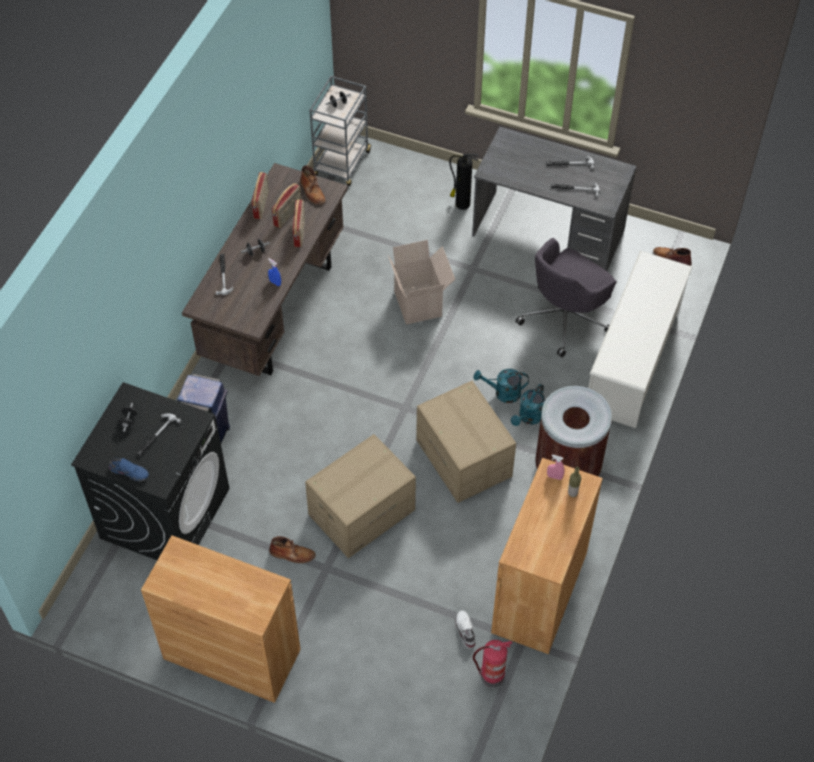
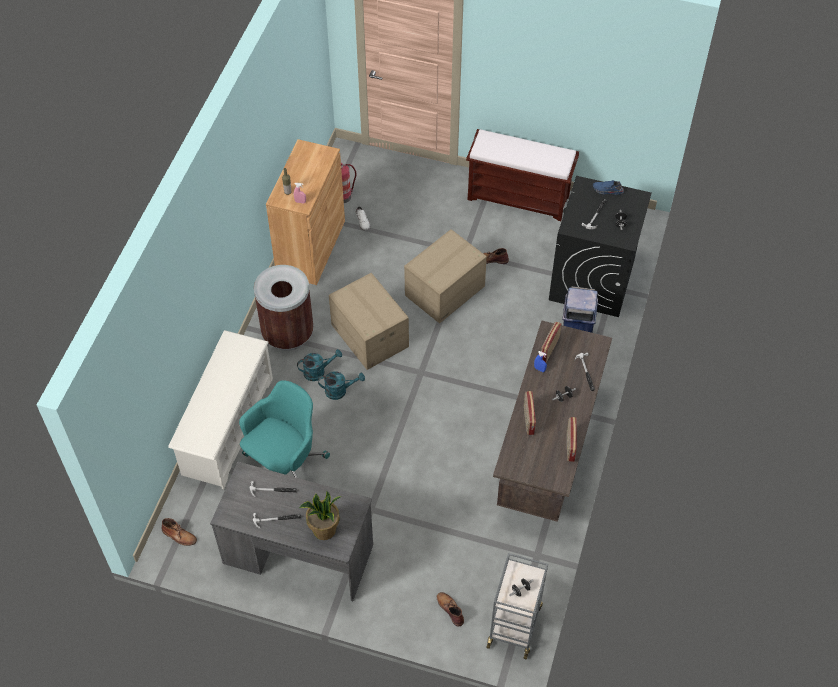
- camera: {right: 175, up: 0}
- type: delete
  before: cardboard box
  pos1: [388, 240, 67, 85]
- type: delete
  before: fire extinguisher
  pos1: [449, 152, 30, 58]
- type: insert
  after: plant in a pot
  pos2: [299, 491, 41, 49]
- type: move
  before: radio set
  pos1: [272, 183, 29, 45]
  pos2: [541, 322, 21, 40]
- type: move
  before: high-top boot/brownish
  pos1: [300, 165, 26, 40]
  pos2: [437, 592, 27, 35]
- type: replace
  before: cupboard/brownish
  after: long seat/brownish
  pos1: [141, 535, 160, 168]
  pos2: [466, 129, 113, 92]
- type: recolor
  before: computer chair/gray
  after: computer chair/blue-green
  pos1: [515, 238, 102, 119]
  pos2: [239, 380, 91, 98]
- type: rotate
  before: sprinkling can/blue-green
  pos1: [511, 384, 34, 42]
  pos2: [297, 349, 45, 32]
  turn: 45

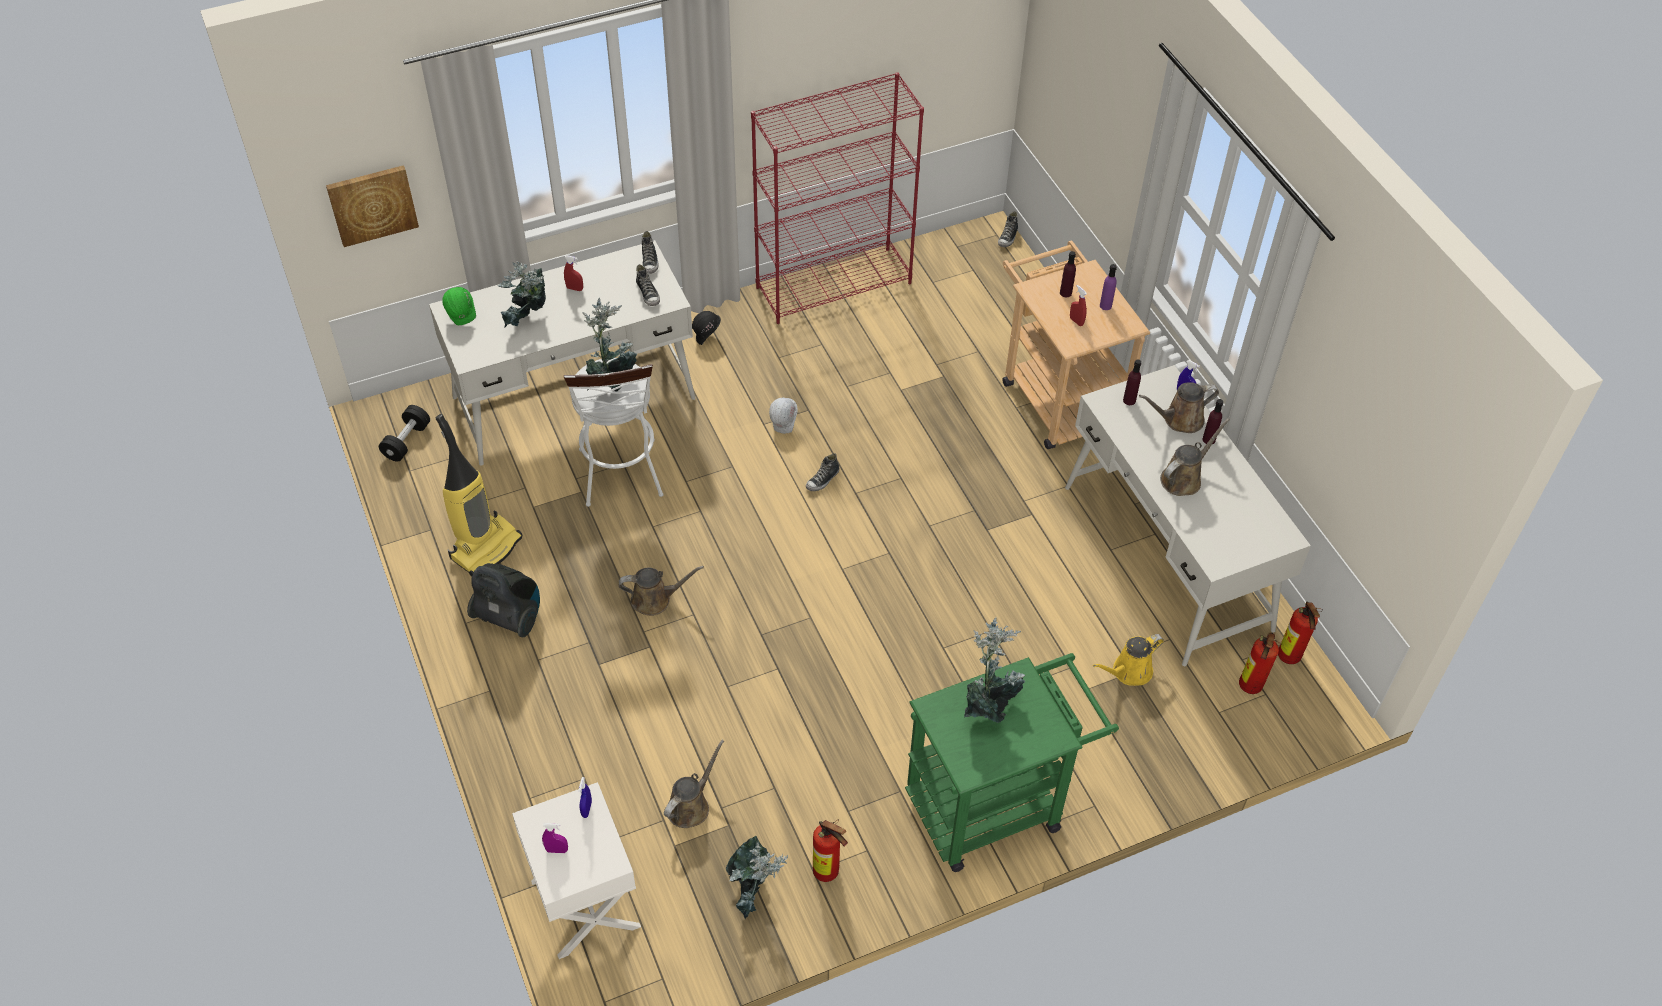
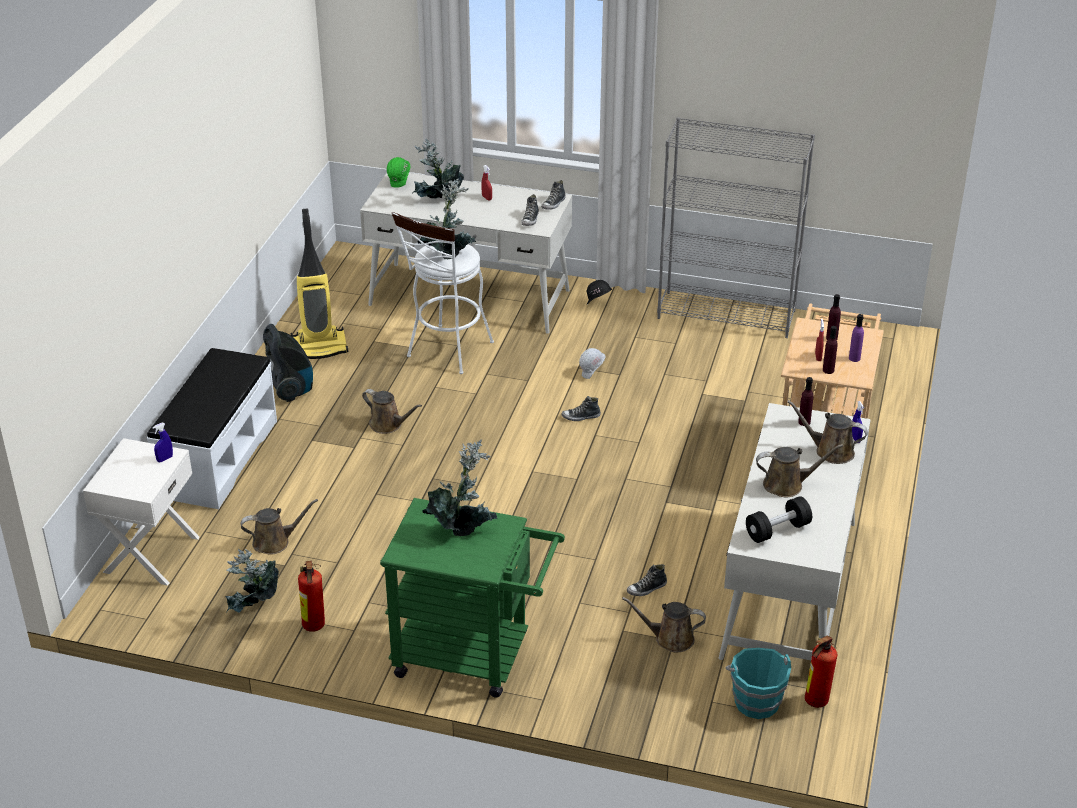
- camera: {right: 40, up: -15}
- type: delete
  before: picture
  pos1: [326, 165, 93, 82]
- type: delete
  before: spray bottle/purple-coloured
  pos1: [542, 823, 26, 30]
- type: insert
  after: long seat/whitish
  pos2: [147, 348, 130, 161]
- type: move
  before: free weight/black
  pos1: [379, 405, 51, 57]
  pos2: [746, 496, 66, 47]
- type: move
  before: shoe
  pos1: [998, 211, 20, 36]
  pos2: [627, 564, 40, 32]
- type: move
  before: beverage bottle/purple-coloured
  pos1: [1203, 399, 20, 45]
  pos2: [823, 326, 15, 48]
- type: replace
  before: fire extinguisher
  after: pail/blue-green
  pos1: [1239, 632, 43, 62]
  pos2: [726, 648, 65, 71]
- type: recolor
  before: shelving unit/red-coloured
  after: shelving unit/gray
  pos1: [751, 72, 173, 252]
  pos2: [657, 117, 158, 221]
- type: recolor
  before: sprinkling can/yellowish
  after: sprinkling can/brownish
  pos1: [1093, 634, 71, 52]
  pos2: [622, 597, 84, 55]

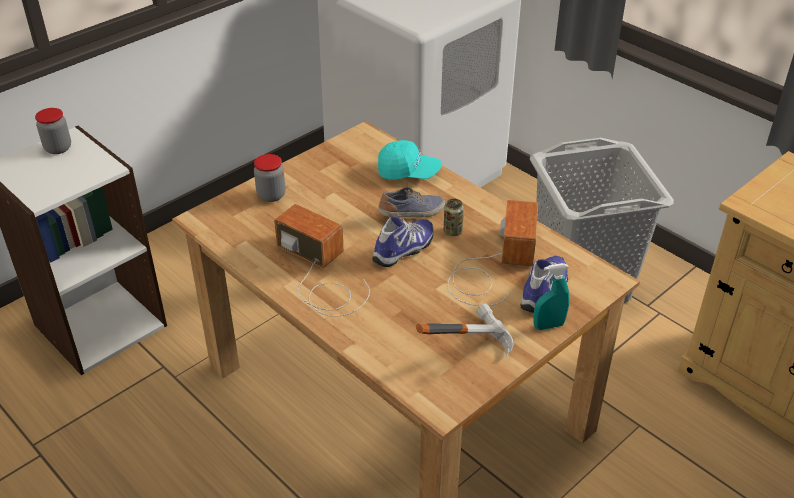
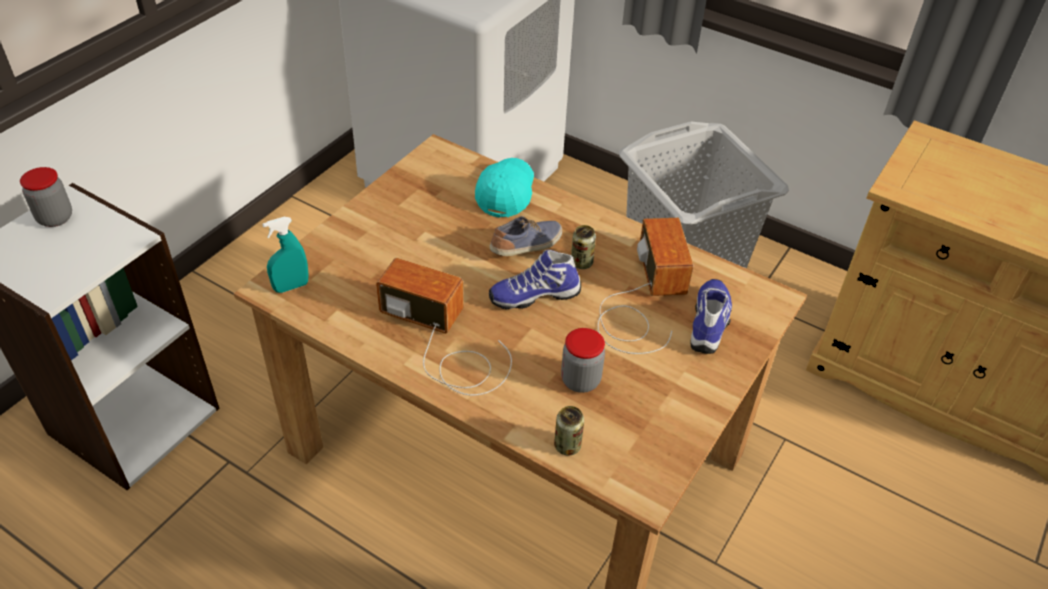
- camera: {right: -15, up: 5}
- type: delete
  before: hammer
  pos1: [416, 303, 98, 54]
- type: insert
  after: metal can
  pos2: [554, 406, 30, 50]
- type: move
  before: jar
  pos1: [254, 154, 31, 48]
  pos2: [561, 328, 44, 65]
- type: move
  before: spray bottle/blue-green
  pos1: [533, 263, 37, 67]
  pos2: [262, 217, 47, 76]
- type: rotate
  before: shoe
  pos1: [372, 217, 61, 50]
  pos2: [489, 250, 92, 59]
  turn: -135
- type: rotate
  before: peaked cap/blue-green
  pos1: [378, 140, 64, 39]
  pos2: [475, 158, 59, 60]
  turn: -75

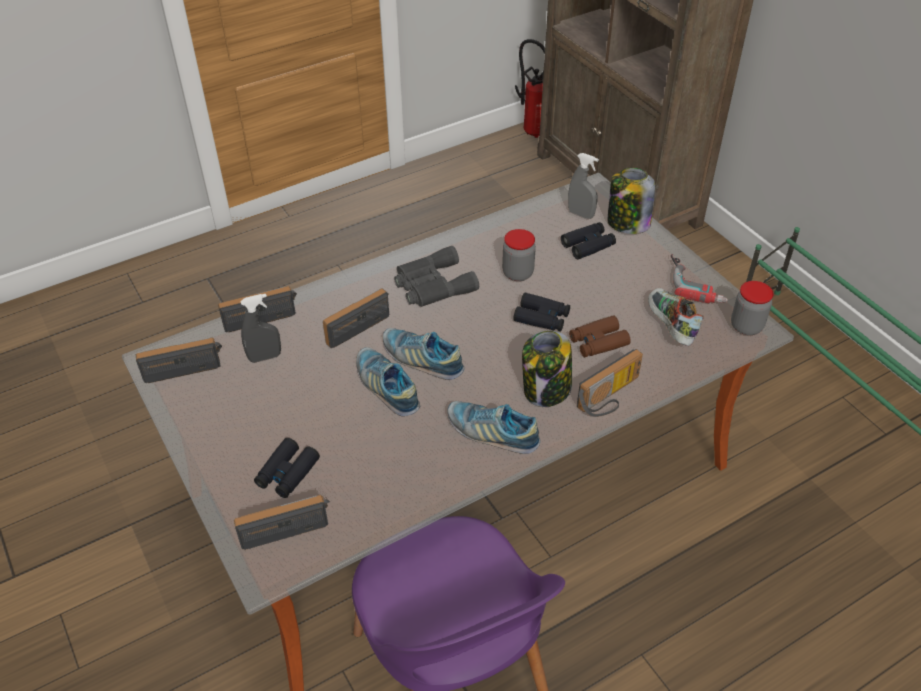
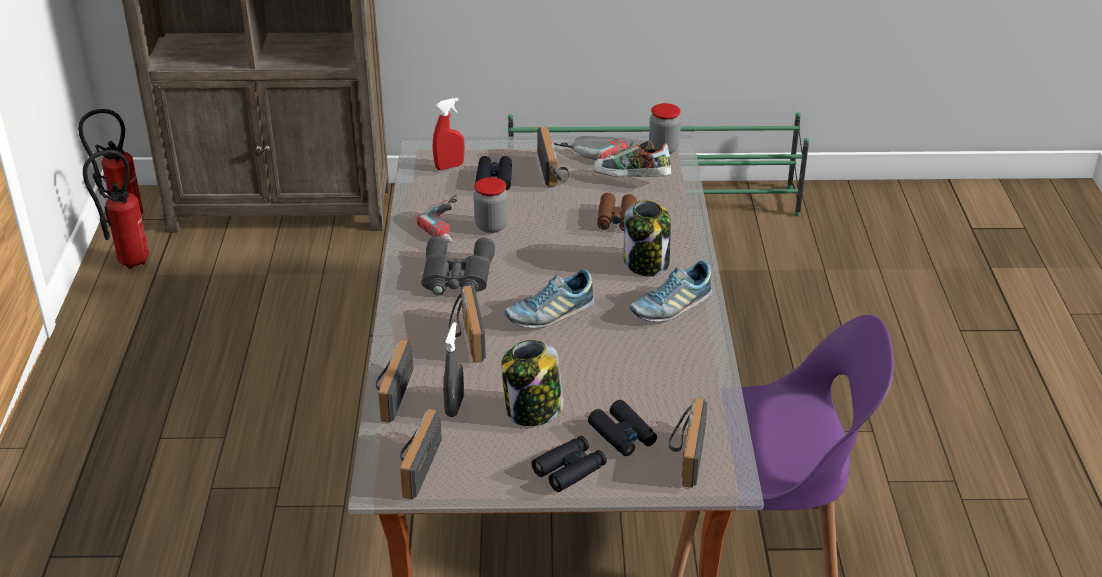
- camera: {right: -60, up: -10}
- type: delete
  before: shoe
  pos1: [356, 347, 64, 69]
- type: insert
  after: fire extinguisher
  pos2: [83, 150, 66, 119]
- type: insert
  after: power drill
  pos2: [416, 195, 41, 48]
- type: move
  before: pair of binoculars/black
  pos1: [513, 292, 57, 40]
  pos2: [531, 436, 76, 56]
- type: move
  before: radio set
  pos1: [577, 349, 66, 68]
  pos2: [537, 127, 32, 60]
- type: move
  before: jar
  pos1: [607, 168, 48, 66]
  pos2: [501, 340, 63, 86]
- type: recolor
  before: spray bottle/gray
  after: spray bottle/red-coloured
  pos1: [568, 153, 31, 66]
  pos2: [433, 98, 32, 72]

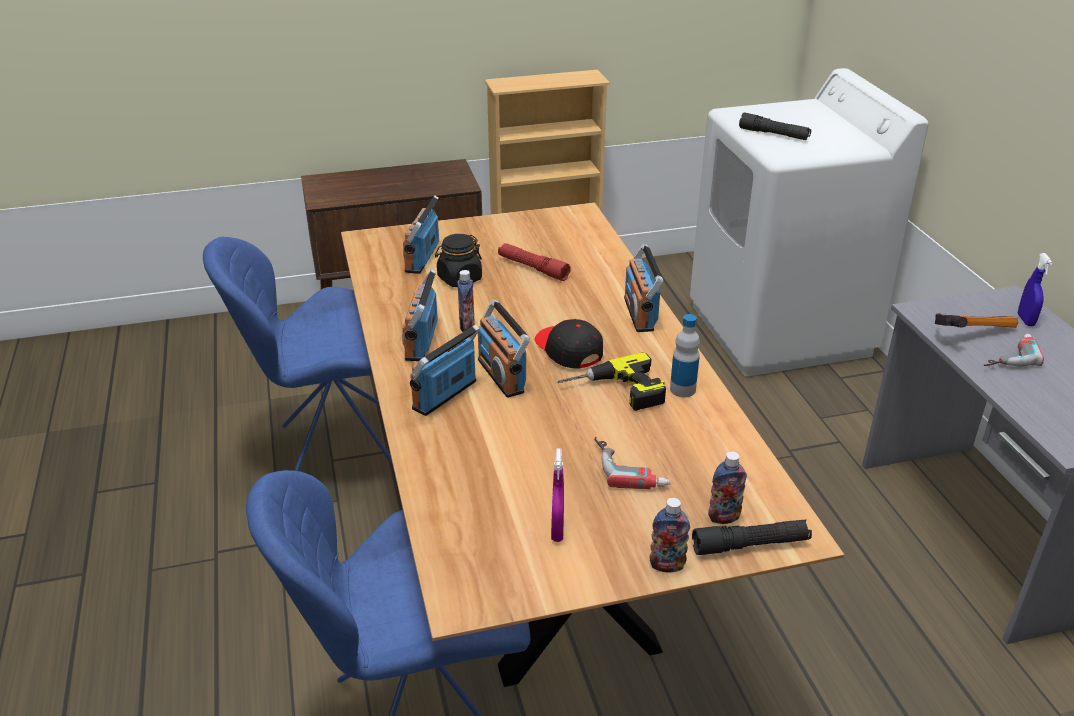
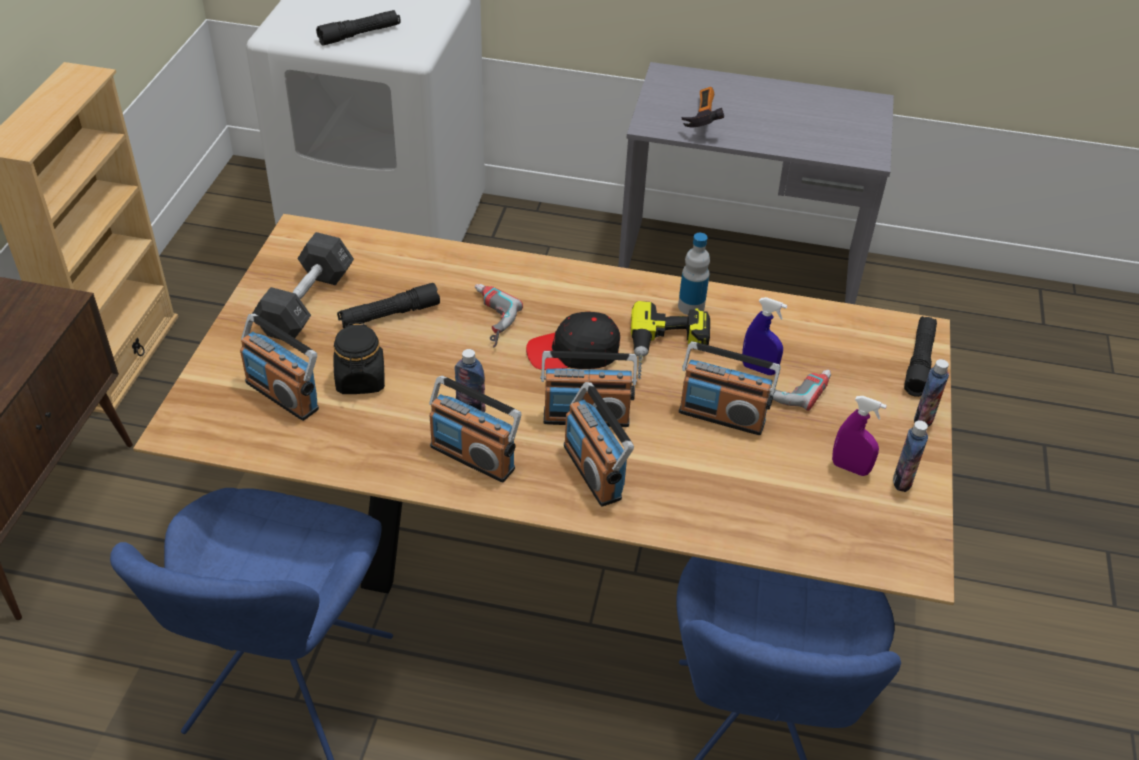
- camera: {right: -65, up: 10}
- type: insert
  after: free weight/black
  pos2: [252, 232, 102, 108]
- type: move
  before: radio set
  pos1: [624, 244, 39, 88]
  pos2: [679, 341, 102, 94]
- type: move
  before: beverage bottle
  pos1: [708, 451, 39, 73]
  pos2: [893, 420, 35, 72]
- type: move
  before: power drill
  pos1: [984, 334, 60, 33]
  pos2: [475, 284, 48, 64]
- type: move
  before: spray bottle/blue
  pos1: [1018, 253, 34, 73]
  pos2: [742, 297, 45, 78]
- type: recolor
  before: torch/red-coloured
  after: torch/black
  pos1: [498, 243, 73, 38]
  pos2: [337, 283, 103, 45]

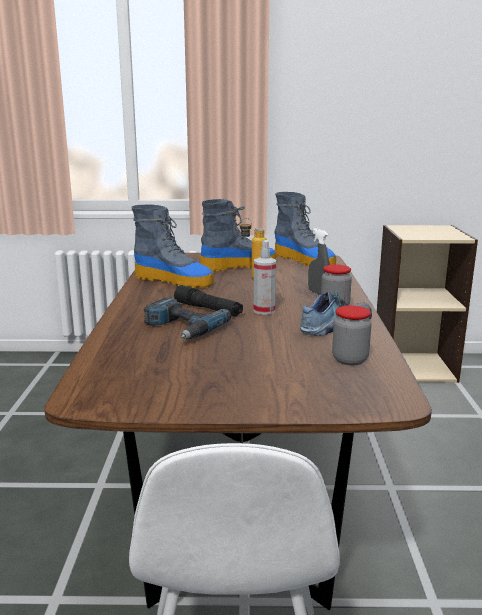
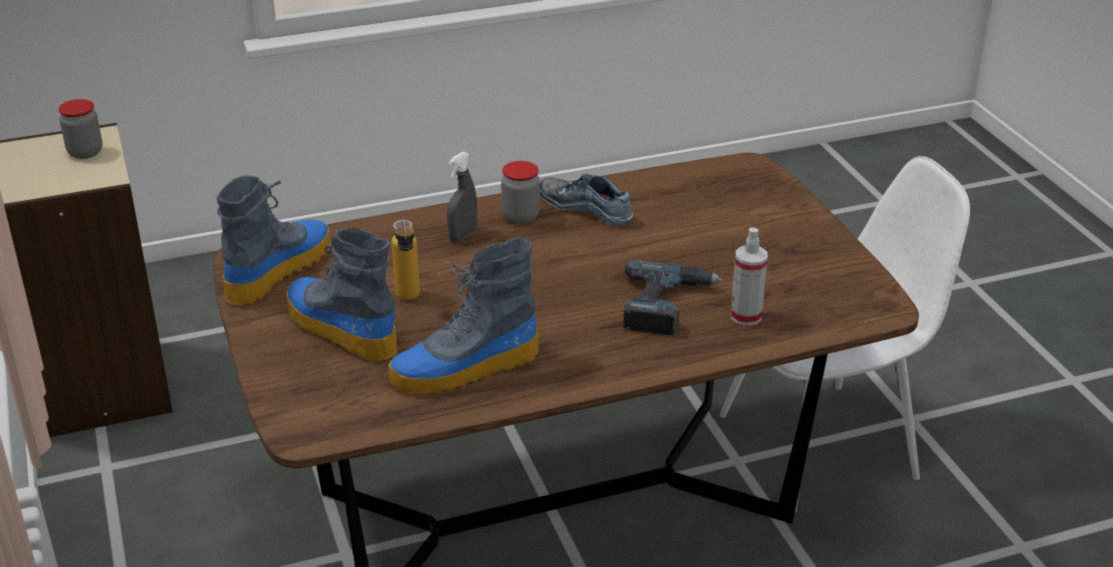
- camera: {right: -110, up: 15}
- type: delete
  before: torch/black
  pos1: [174, 285, 69, 31]
- type: move
  before: spray bottle
  pos1: [254, 240, 22, 75]
  pos2: [731, 228, 37, 98]
- type: move
  before: jar
  pos1: [332, 305, 39, 60]
  pos2: [59, 99, 43, 60]
- type: rotate
  before: high-top boot
  pos1: [132, 204, 82, 84]
  pos2: [388, 237, 151, 158]
  turn: -120

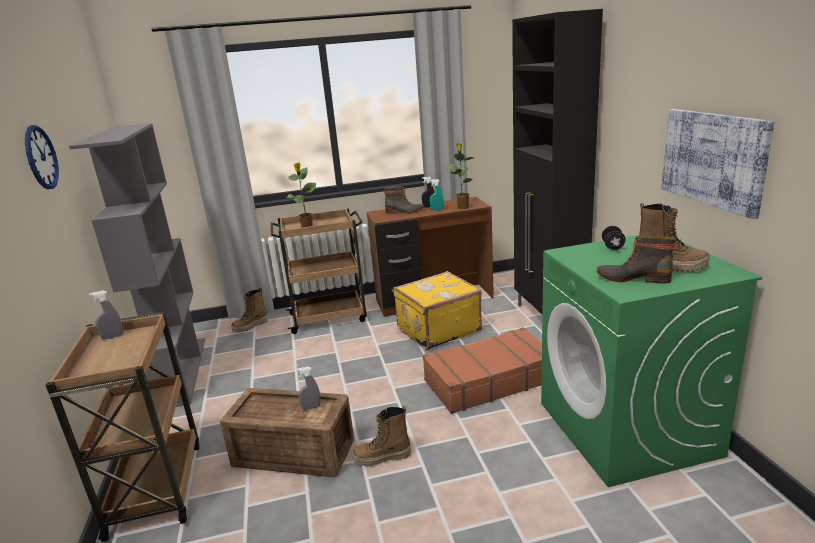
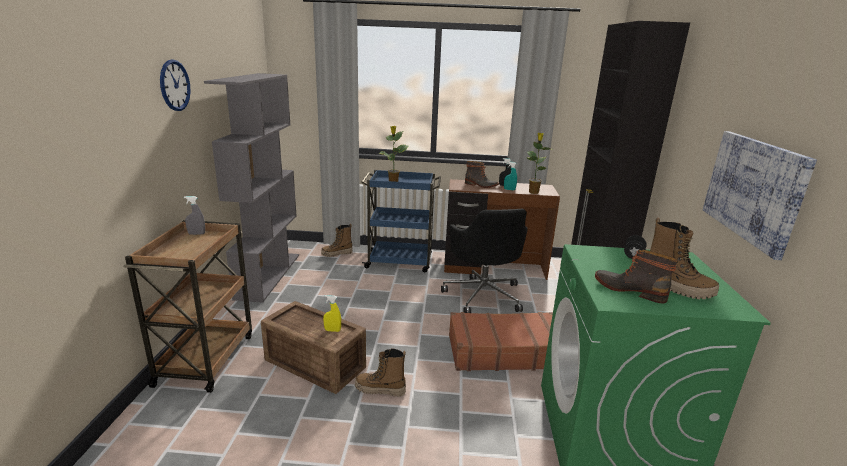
- camera: {right: 15, up: 0}
- type: replace
  before: suitcase/yellowish
  after: computer chair/black
  pos1: [393, 271, 89, 79]
  pos2: [441, 209, 87, 104]
- type: recolor
  before: wheeled cart/brownish
  after: wheeled cart/blue
  pos1: [271, 208, 96, 126]
  pos2: [361, 170, 80, 102]
- type: recolor
  before: spray bottle/gray
  after: spray bottle/yellowish
  pos1: [297, 367, 24, 43]
  pos2: [323, 295, 18, 37]

